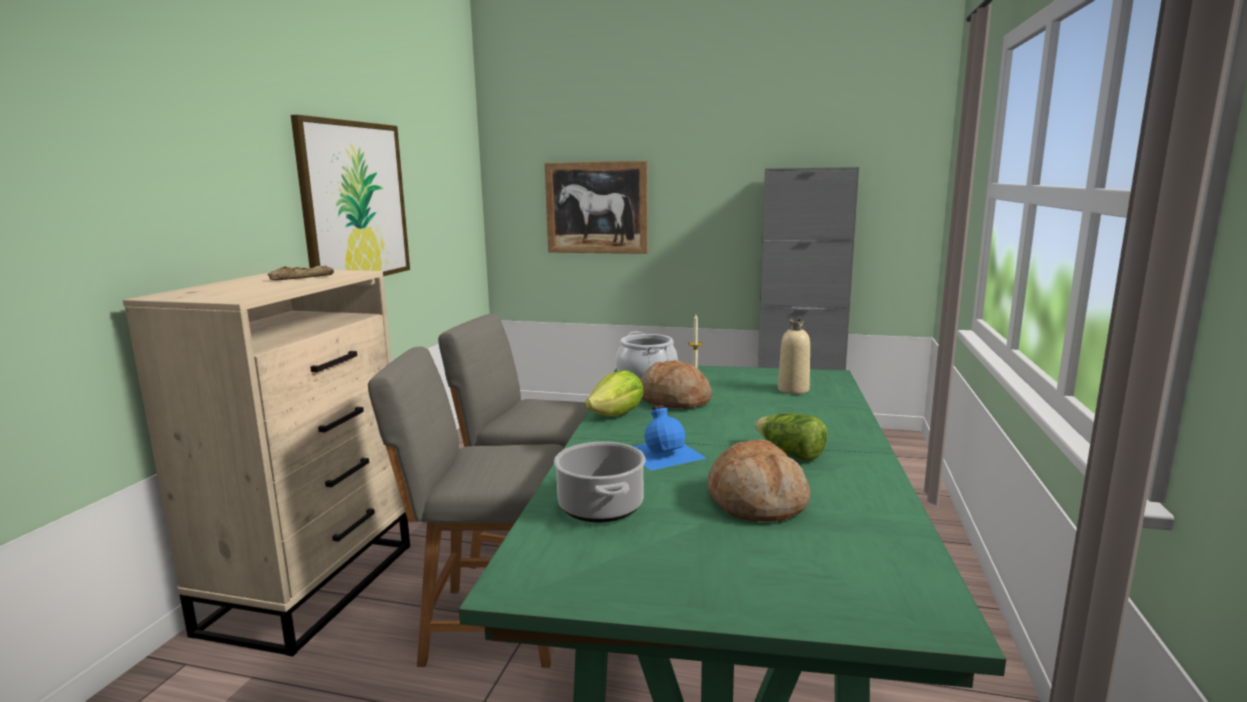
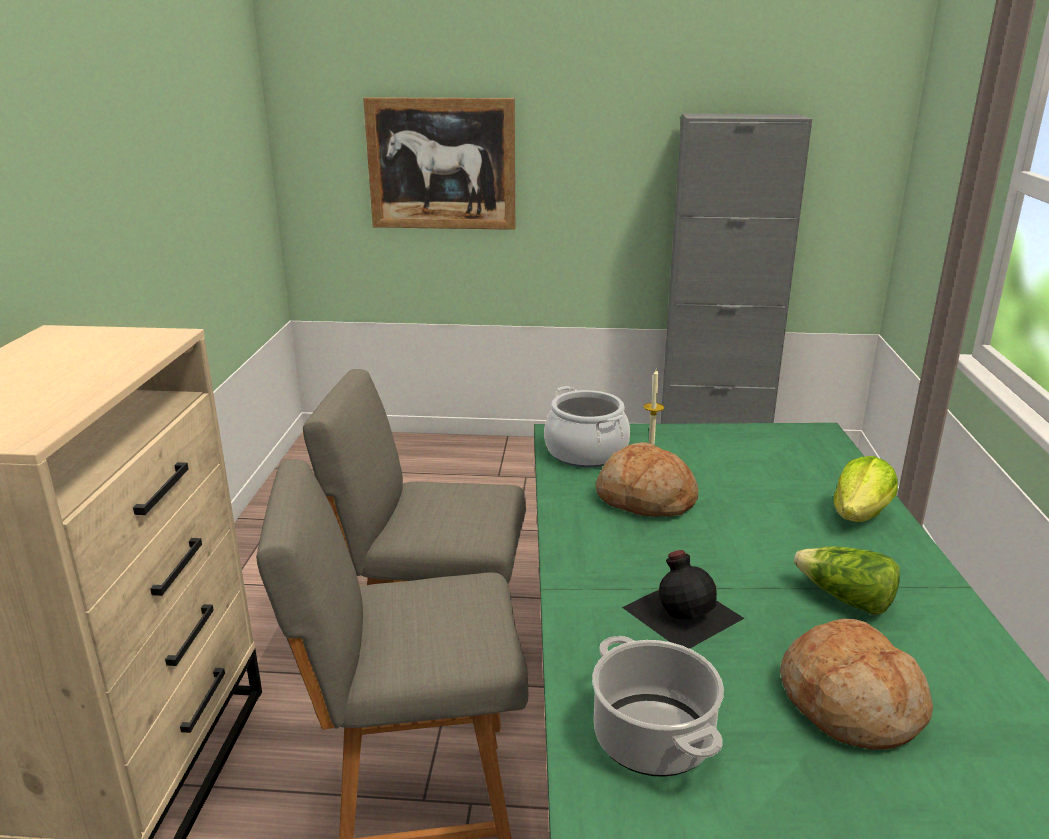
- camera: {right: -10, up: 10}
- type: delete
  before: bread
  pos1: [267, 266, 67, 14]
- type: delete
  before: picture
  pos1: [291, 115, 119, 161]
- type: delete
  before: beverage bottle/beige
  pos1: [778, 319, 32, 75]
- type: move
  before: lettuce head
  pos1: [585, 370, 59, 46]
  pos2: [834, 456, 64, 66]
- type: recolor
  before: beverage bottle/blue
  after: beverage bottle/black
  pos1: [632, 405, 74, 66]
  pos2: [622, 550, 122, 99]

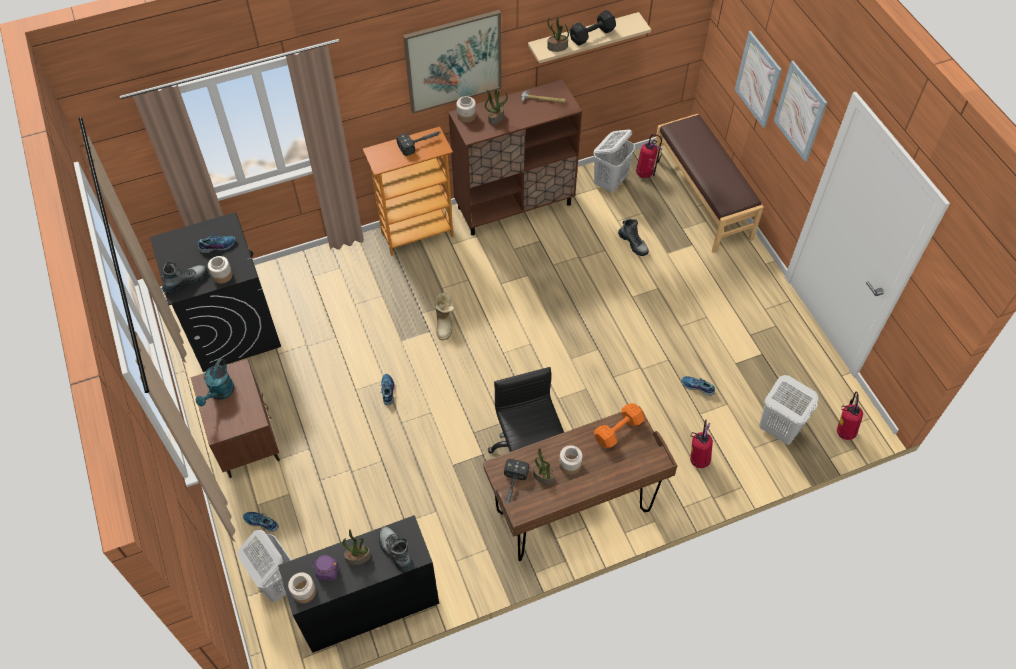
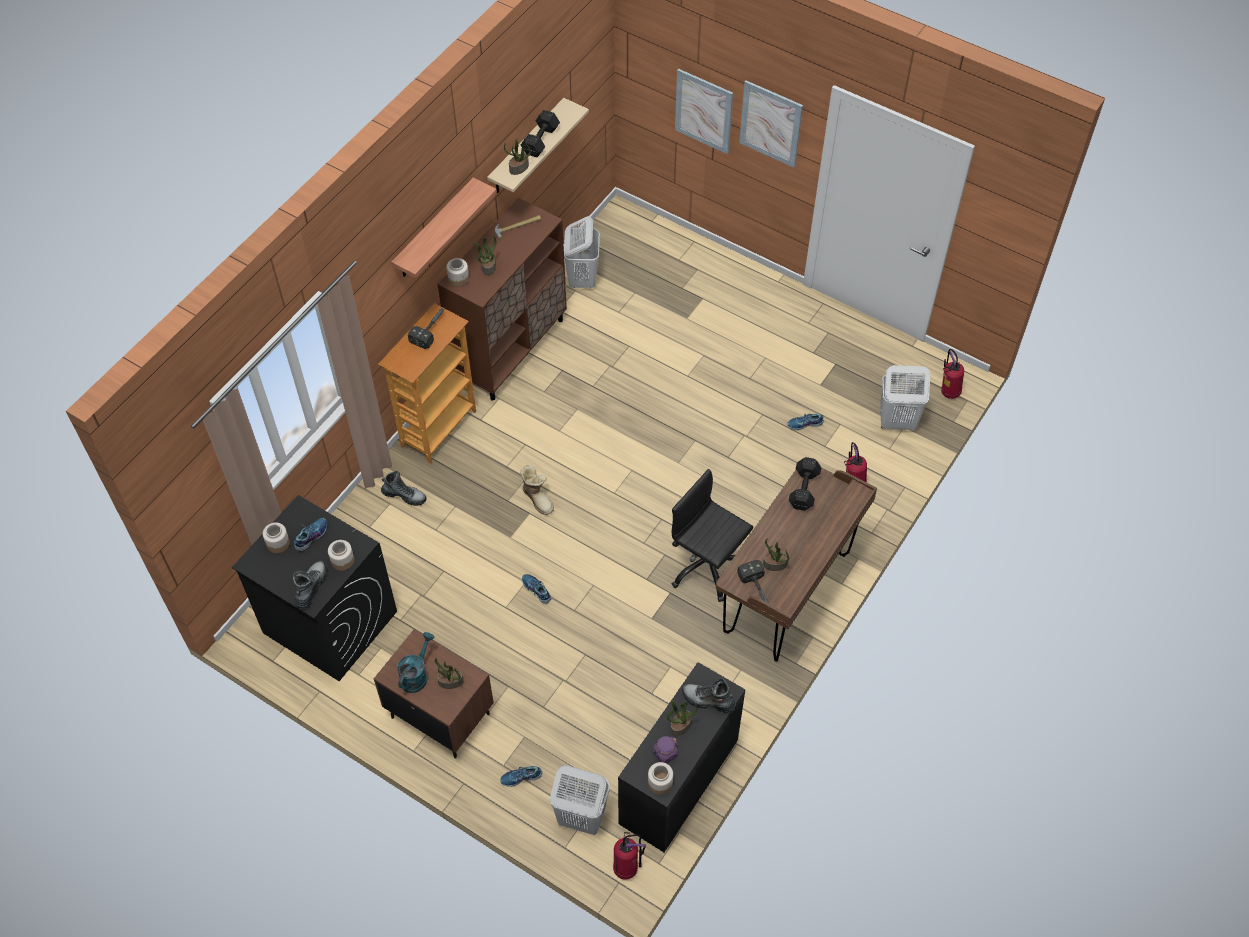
- camera: {right: -35, up: 0}
- type: delete
  before: long seat/brownish
  pos1: [655, 114, 109, 139]
- type: insert
  after: plant in a pot
  pos2: [435, 658, 29, 31]
- type: move
  before: jar
  pos1: [559, 445, 23, 30]
  pos2: [263, 523, 27, 30]
- type: move
  before: high-top boot
  pos1: [618, 219, 31, 37]
  pos2: [381, 471, 46, 35]
- type: move
  before: fire extinguisher
  pos1: [636, 134, 26, 44]
  pos2: [613, 832, 33, 48]
- type: replace
  before: picture
  after: wall shelf
  pos1: [403, 10, 99, 104]
  pos2: [391, 177, 106, 101]
- type: recolor
  before: free weight/orangey
  after: free weight/black
  pos1: [594, 403, 50, 45]
  pos2: [789, 457, 33, 54]
- type: rotate
  before: sprinkling can/blue-green
  pos1: [196, 359, 38, 47]
  pos2: [397, 632, 37, 61]
  turn: -135

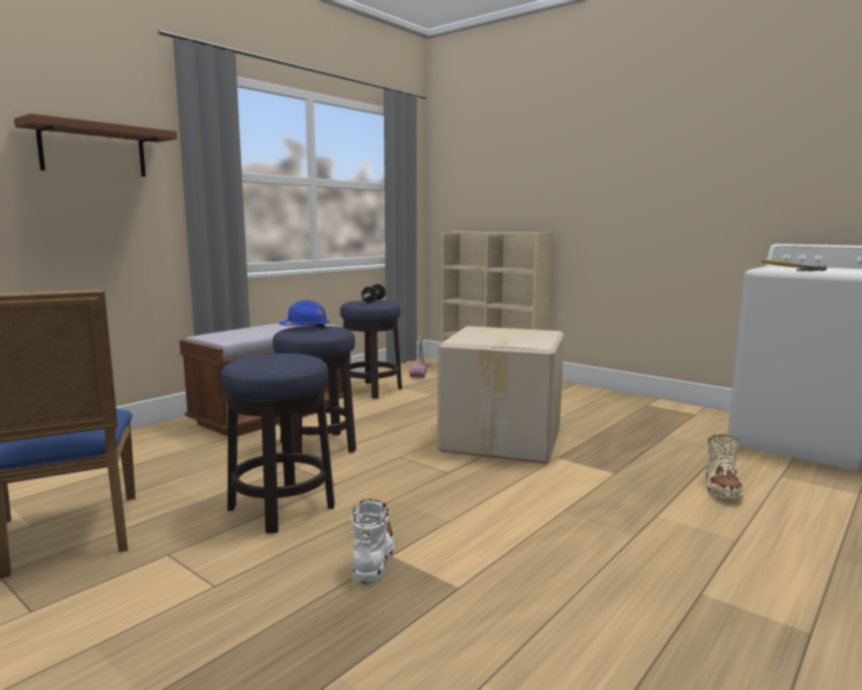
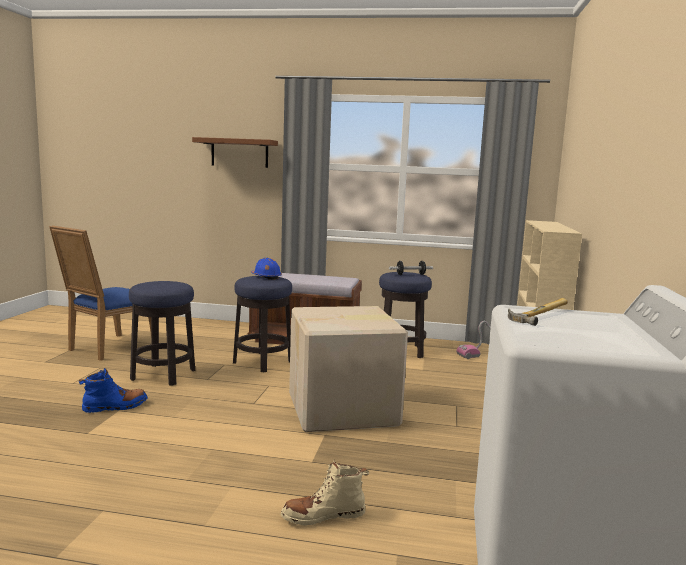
- camera: {right: 60, up: 0}
- type: recolor
  before: high-top boot/whitish
  after: high-top boot/blue
  pos1: [351, 499, 44, 85]
  pos2: [79, 368, 69, 45]

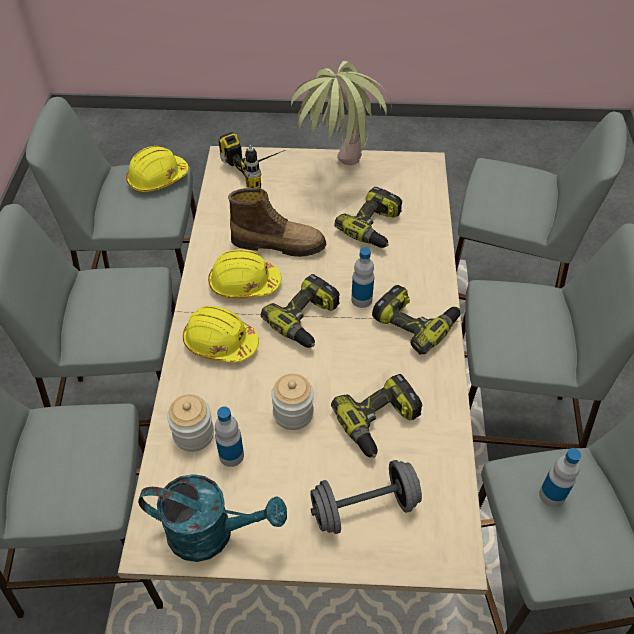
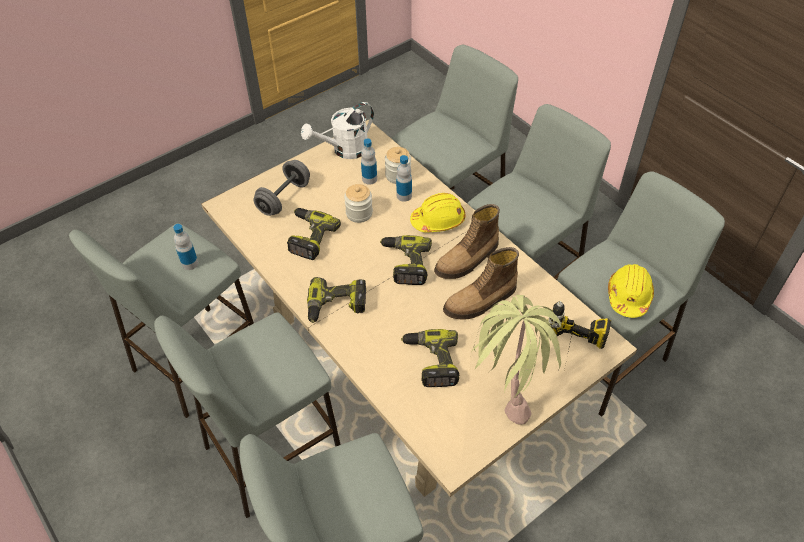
- camera: {right: 140, up: 0}
- type: move
  before: beverage bottle
  pos1: [351, 247, 23, 61]
  pos2: [396, 155, 16, 47]
- type: replace
  before: work helmet/yellowish
  after: high-top boot
  pos1: [208, 249, 74, 50]
  pos2: [434, 204, 66, 75]
- type: recolor
  before: sprinkling can/blue-green
  after: sprinkling can/whitish
  pos1: [138, 474, 149, 88]
  pos2: [301, 102, 73, 57]

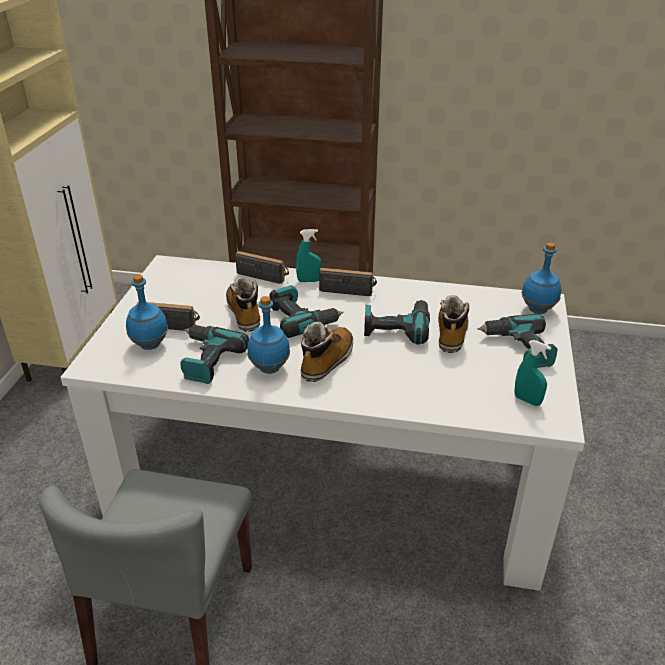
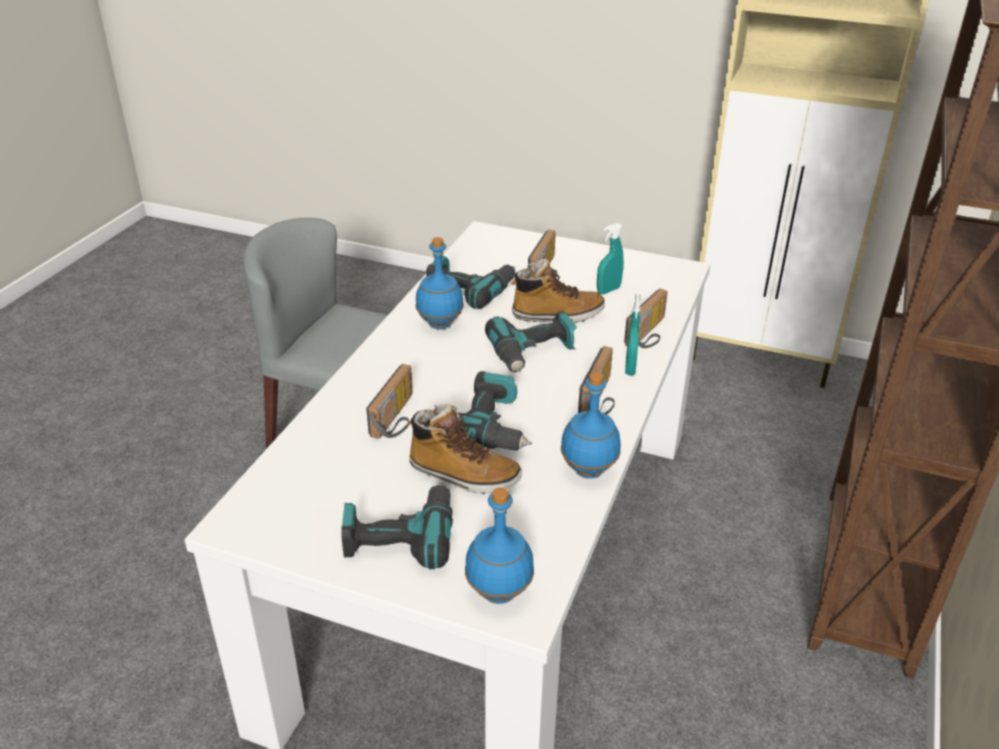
- camera: {right: 100, up: 0}
- type: delete
  before: high-top boot
  pos1: [301, 322, 52, 60]
- type: insert
  after: radio set
  pos2: [366, 364, 47, 75]
- type: move
  before: beverage bottle/blue
  pos1: [126, 275, 42, 75]
  pos2: [561, 372, 60, 107]
- type: move
  before: spray bottle/blue-green
  pos1: [514, 340, 37, 66]
  pos2: [597, 223, 27, 71]

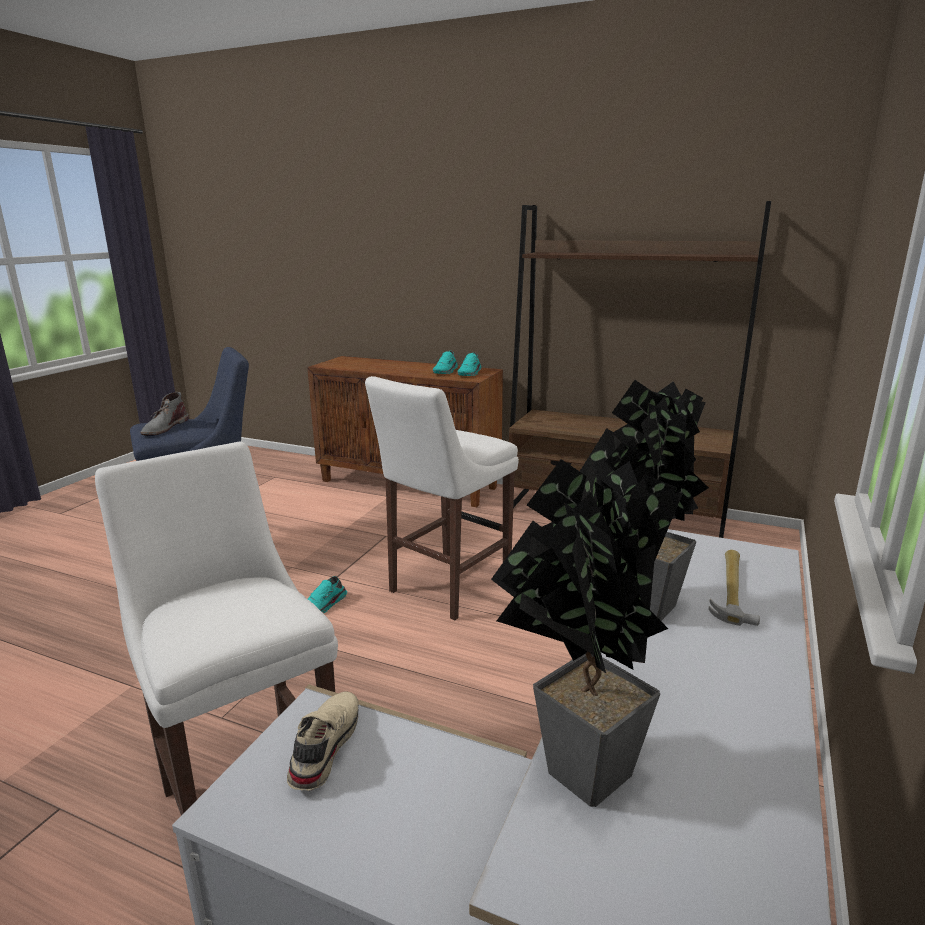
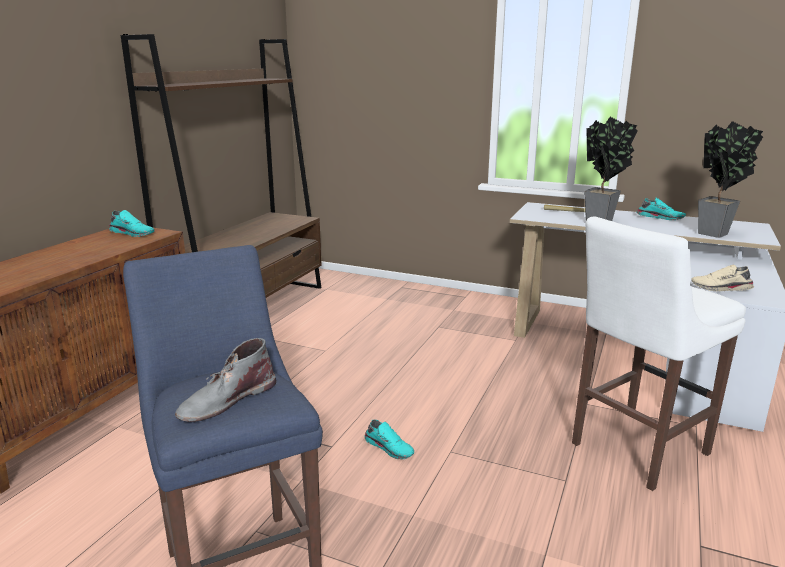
- camera: {right: -90, up: 0}
- type: delete
  before: stool seat/whitish
  pos1: [365, 376, 154, 245]
- type: move
  before: shoe/blue-green
  pos1: [433, 351, 25, 23]
  pos2: [636, 198, 50, 22]
- type: rotate
  before: high-top boot/gray
  pos1: [140, 392, 49, 44]
  pos2: [175, 338, 101, 84]
  turn: 120

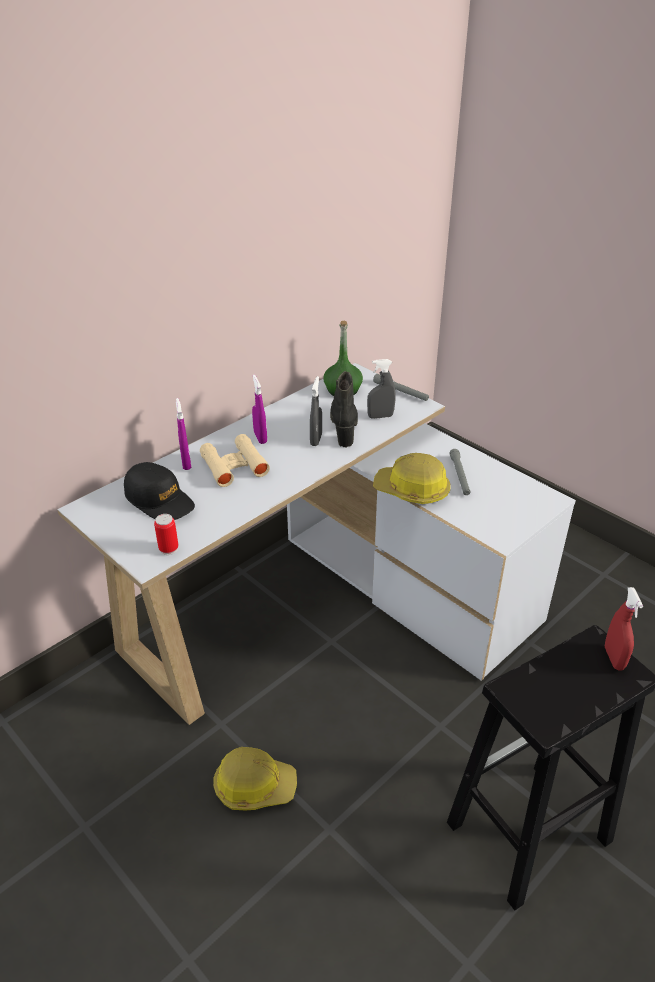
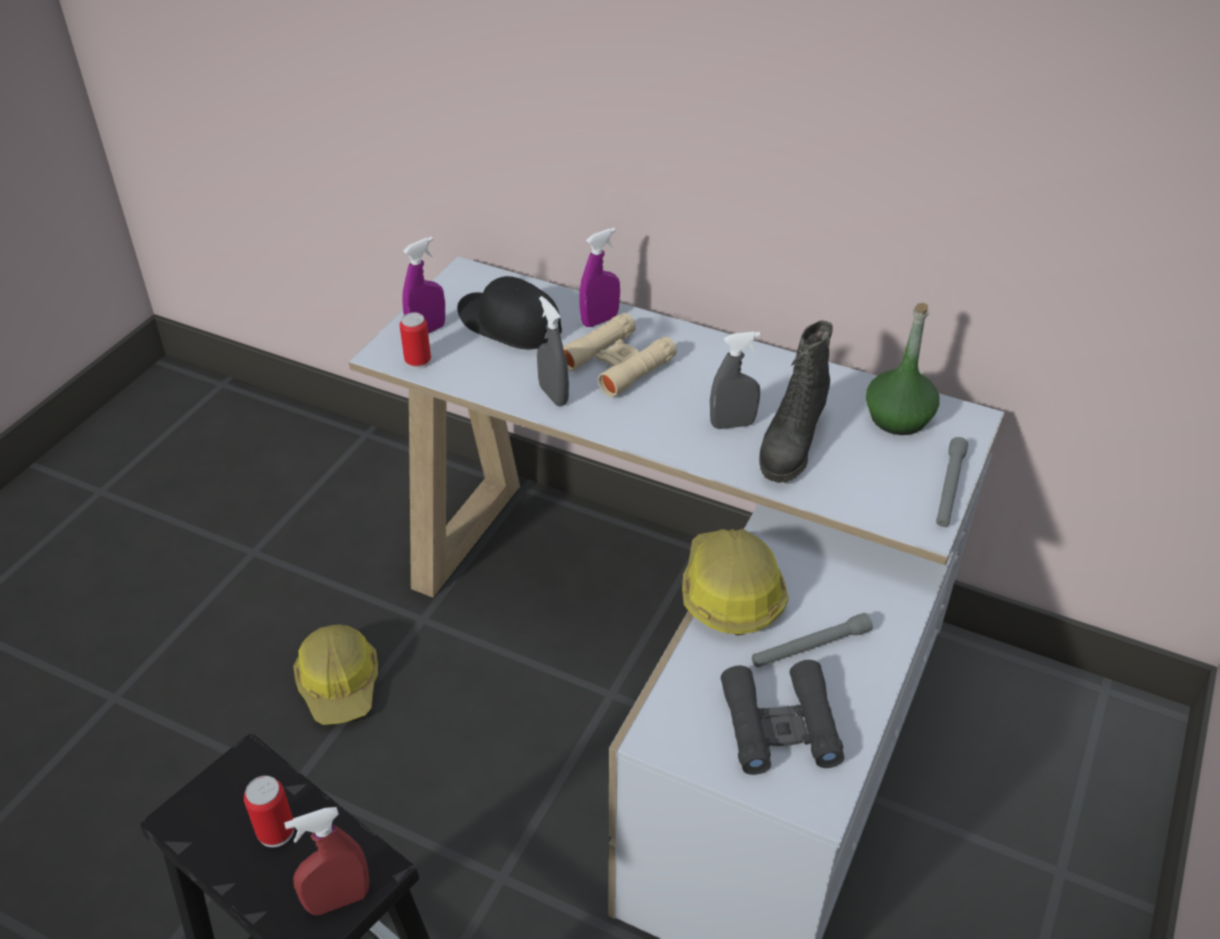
- camera: {right: 70, up: 5}
- type: insert
  after: metal can
  pos2: [244, 776, 50, 71]
- type: insert
  after: pair of binoculars/black
  pos2: [721, 660, 123, 115]
- type: move
  before: spray bottle/purple-coloured
  pos1: [252, 375, 15, 69]
  pos2: [402, 237, 43, 96]
- type: move
  before: spray bottle/gray
  pos1: [367, 359, 29, 60]
  pos2: [537, 296, 32, 110]
- type: rotate
  before: peaked cap/black
  pos1: [124, 462, 71, 58]
  pos2: [457, 276, 105, 73]
  turn: 105
- type: rotate
  before: high-top boot/black
  pos1: [330, 371, 28, 76]
  pos2: [759, 320, 74, 163]
  turn: 135

